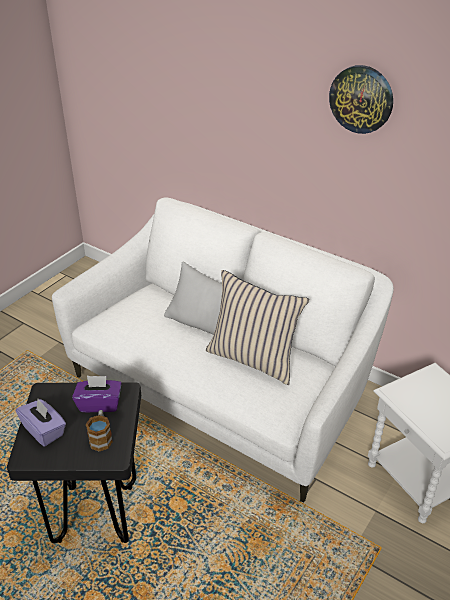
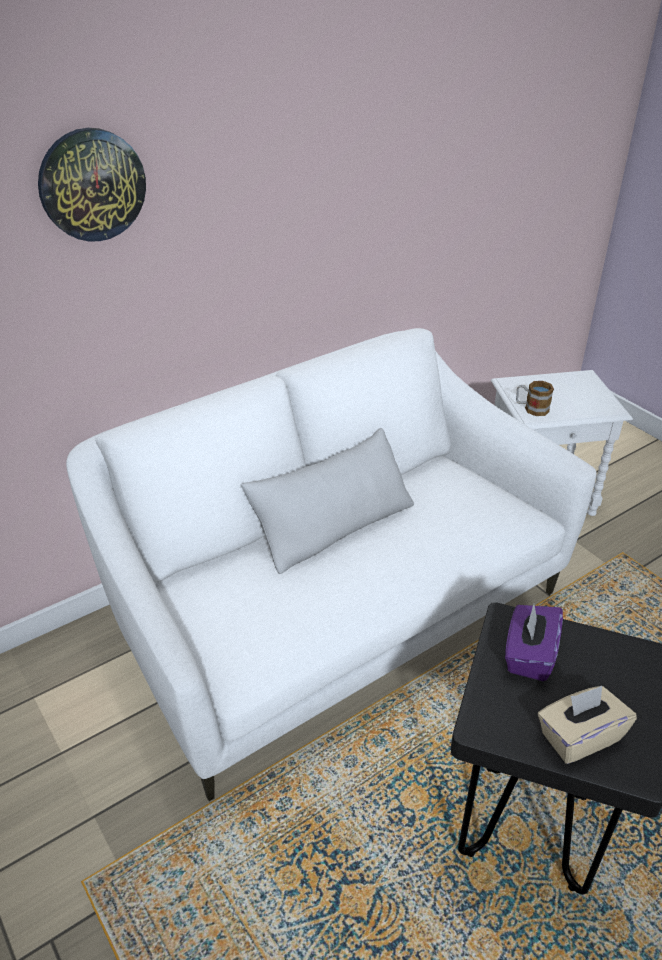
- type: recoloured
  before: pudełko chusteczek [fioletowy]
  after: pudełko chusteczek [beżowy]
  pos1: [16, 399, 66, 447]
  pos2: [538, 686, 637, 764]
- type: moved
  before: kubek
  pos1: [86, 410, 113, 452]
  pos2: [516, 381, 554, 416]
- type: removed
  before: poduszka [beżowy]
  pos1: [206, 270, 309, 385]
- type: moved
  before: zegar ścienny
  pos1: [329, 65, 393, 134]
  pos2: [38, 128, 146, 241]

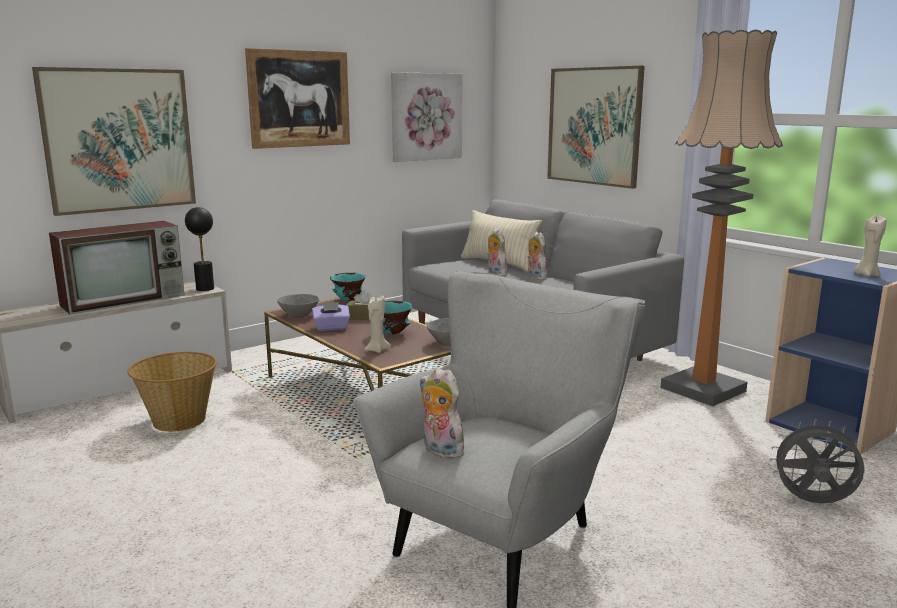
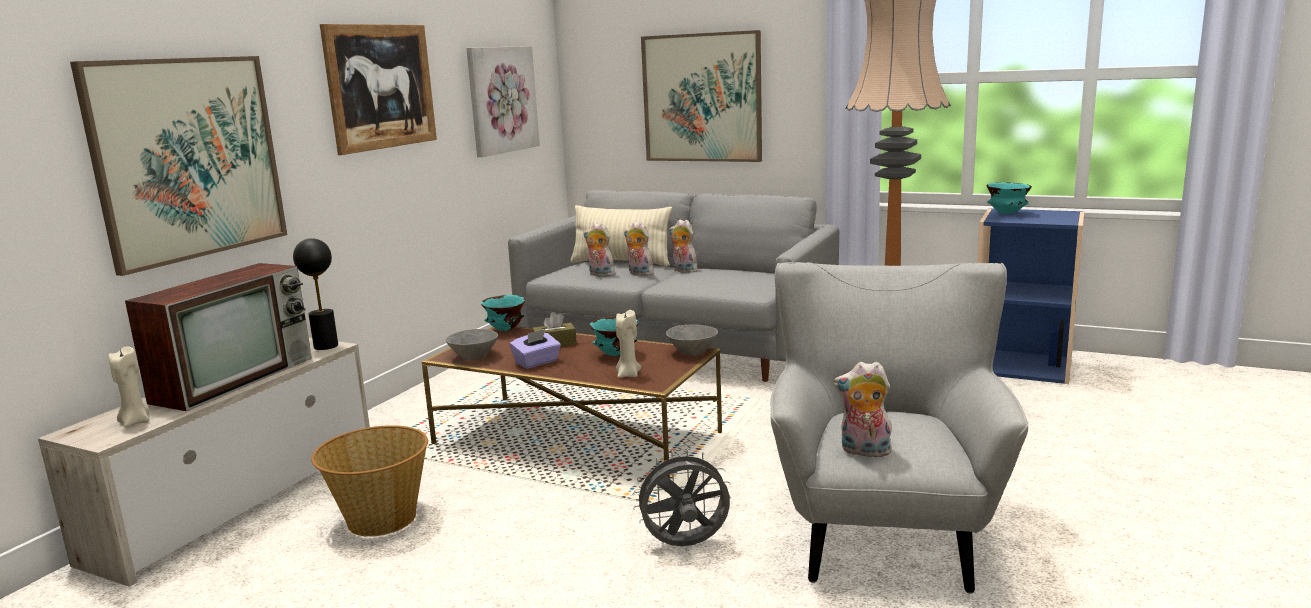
- type: moved
  before: wentylator [szary]
  pos1: [770, 419, 867, 503]
  pos2: [632, 449, 731, 546]
- type: moved
  before: świeca [beżowy]
  pos1: [854, 216, 887, 276]
  pos2: [108, 346, 150, 427]
- type: added
  after: pluszak
  pos2: [584, 223, 615, 277]
- type: added
  after: miska [turkusowy]
  pos2: [987, 182, 1032, 214]

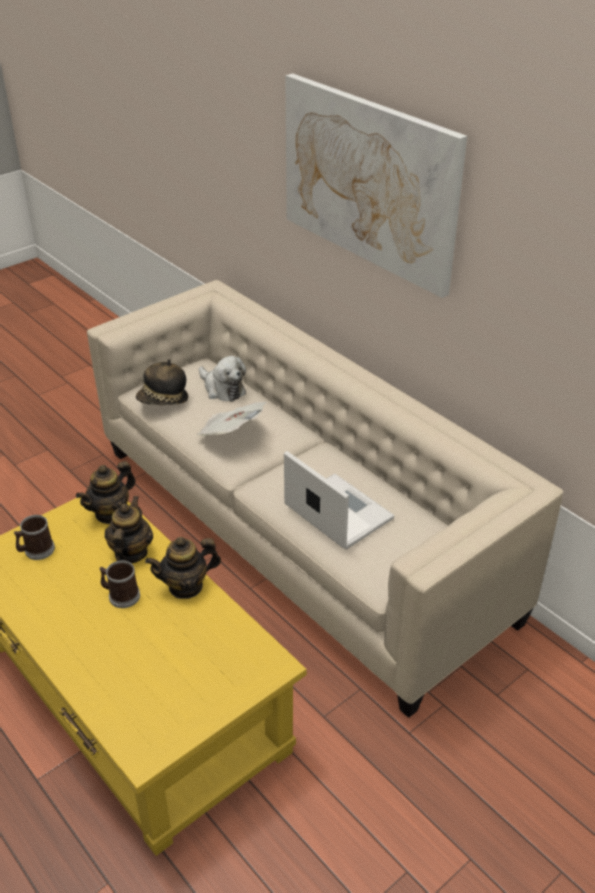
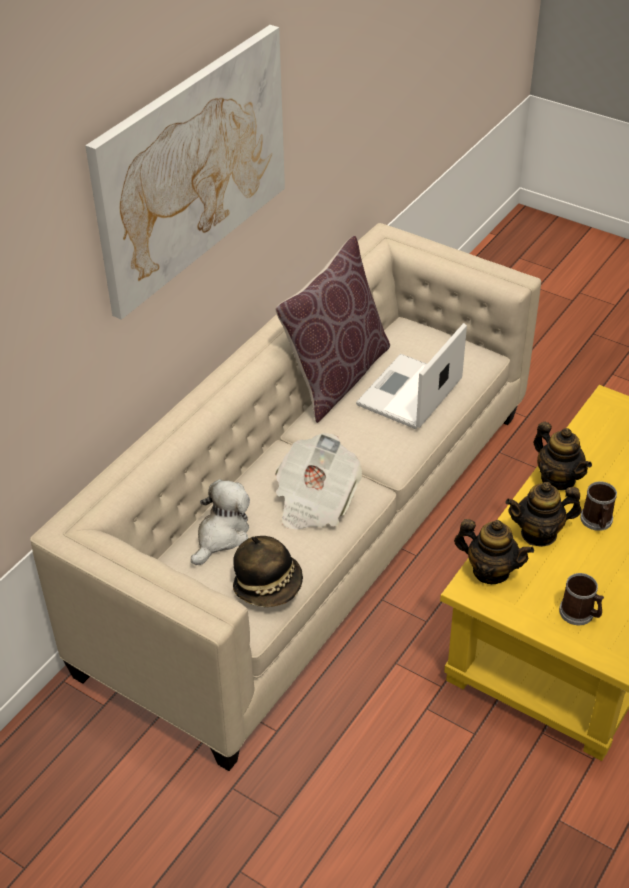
- type: added
  after: poduszka [brązowy]
  pos2: [276, 236, 390, 423]

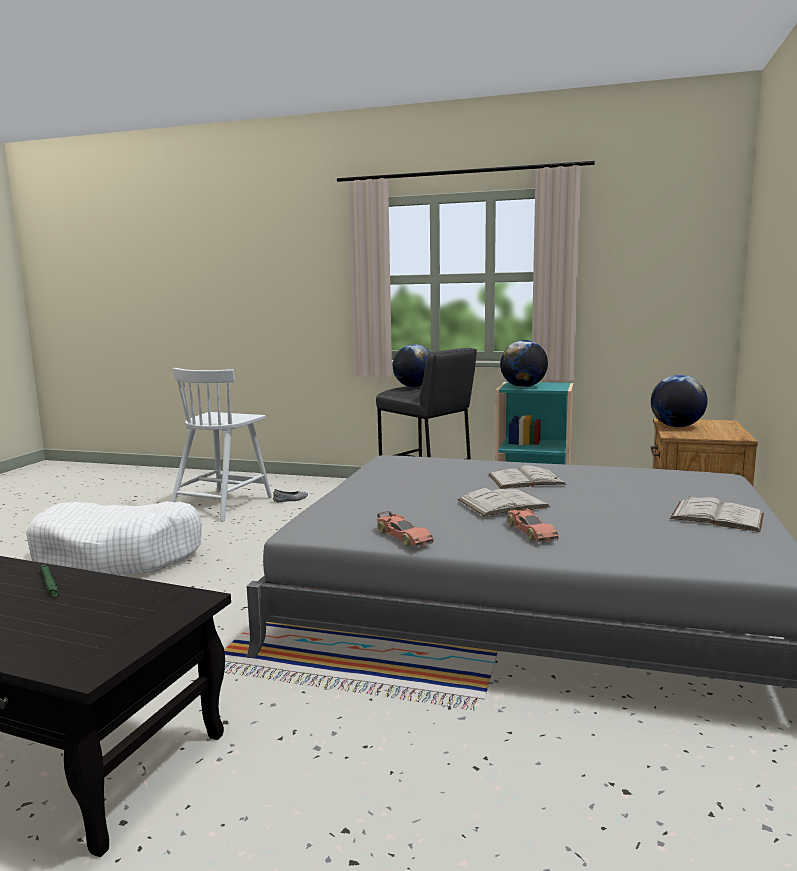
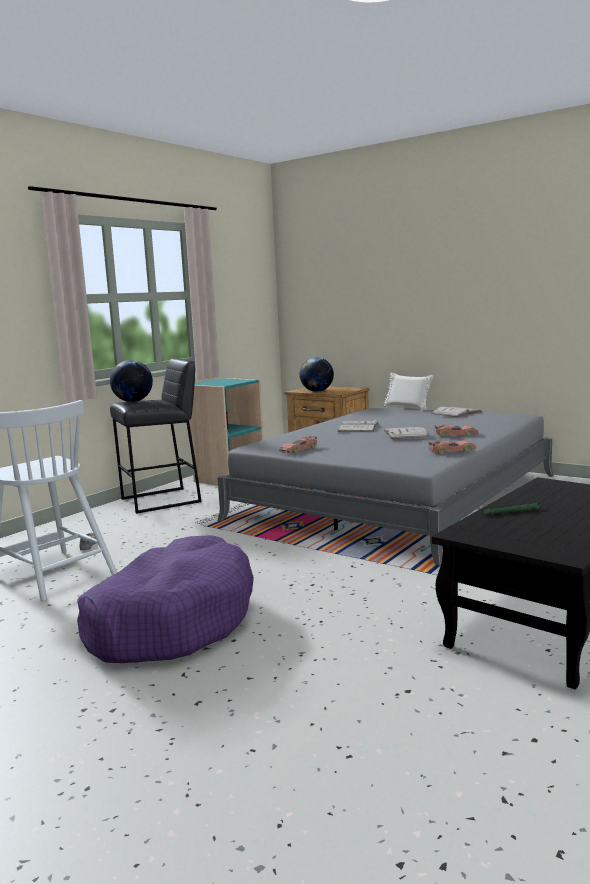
- type: recoloured
  before: legowisko [biały]
  after: legowisko [fioletowy]
  pos1: [26, 501, 202, 575]
  pos2: [77, 535, 254, 663]
- type: removed
  before: globus
  pos1: [500, 340, 548, 387]
- type: added
  after: samochodzik
  pos2: [280, 436, 317, 453]
- type: added
  after: poduszka [biały]
  pos2: [383, 373, 434, 411]

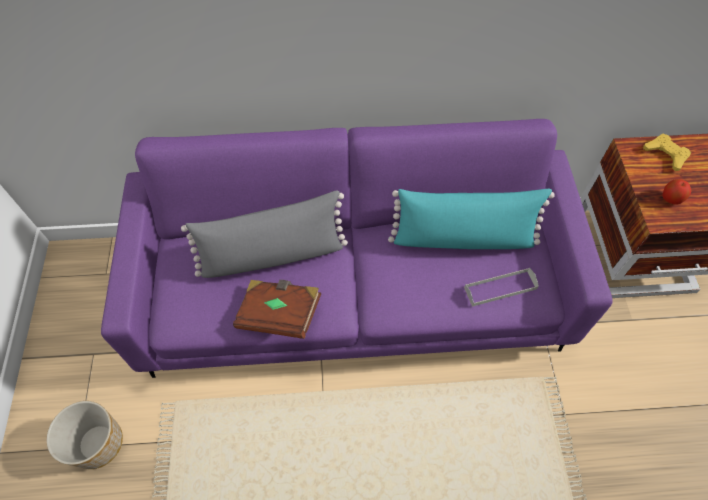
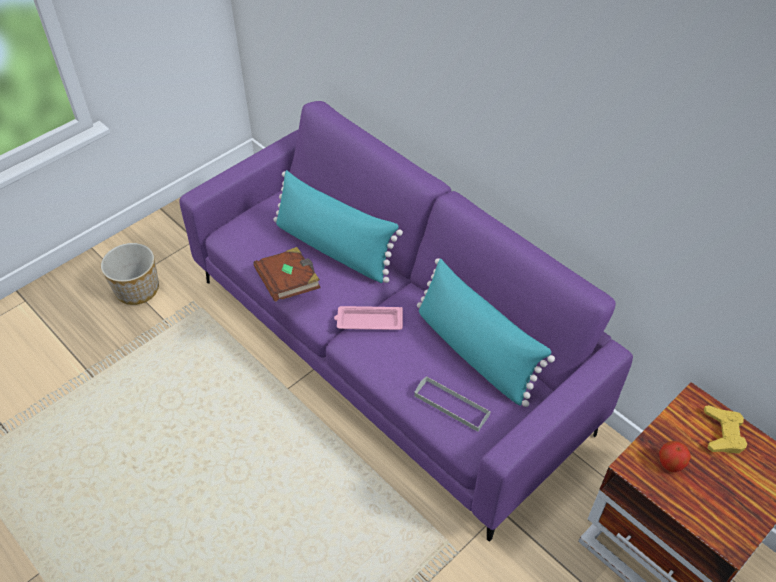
- type: recoloured
  before: poduszka [szary]
  after: poduszka [turkusowy]
  pos1: [181, 190, 348, 278]
  pos2: [274, 170, 403, 283]
- type: added
  after: taca [różowy]
  pos2: [334, 306, 403, 330]

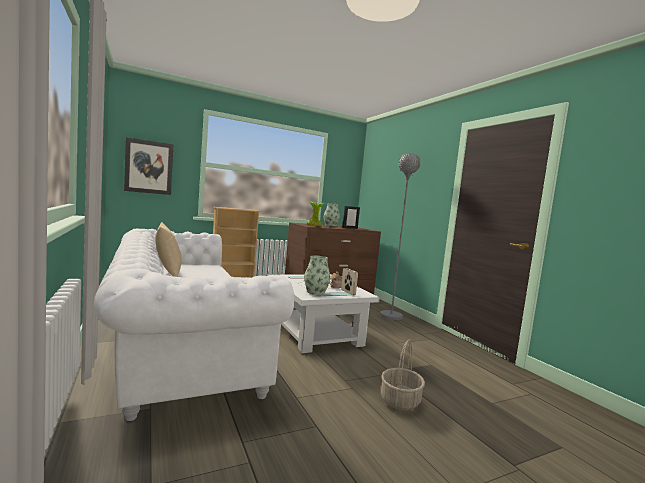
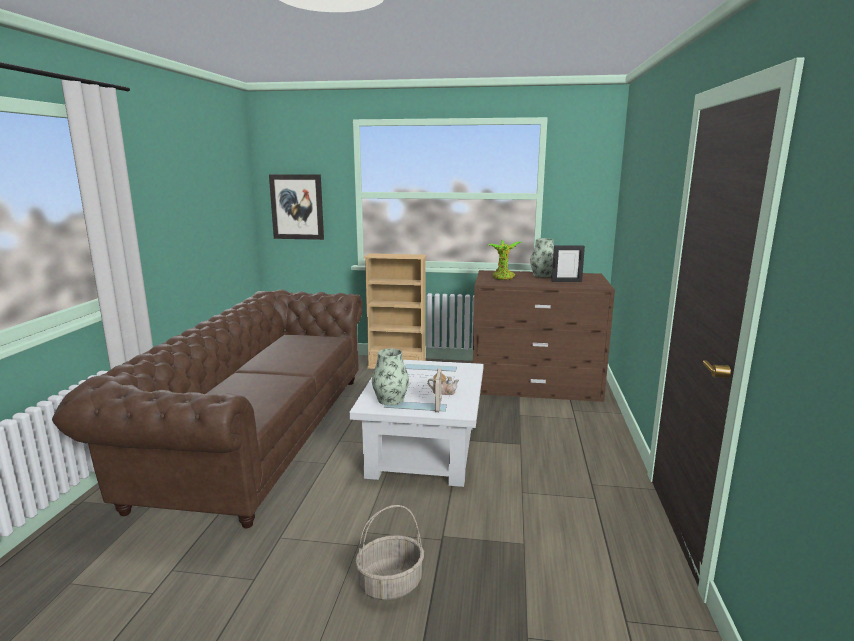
- type: recoloured
  before: kanapa [biały]
  after: kanapa [brązowy]
  pos1: [94, 229, 294, 421]
  pos2: [52, 290, 363, 528]
- type: removed
  before: poduszka [beżowy]
  pos1: [155, 222, 182, 277]
- type: removed
  before: lampa stojąca [szary]
  pos1: [380, 153, 420, 320]

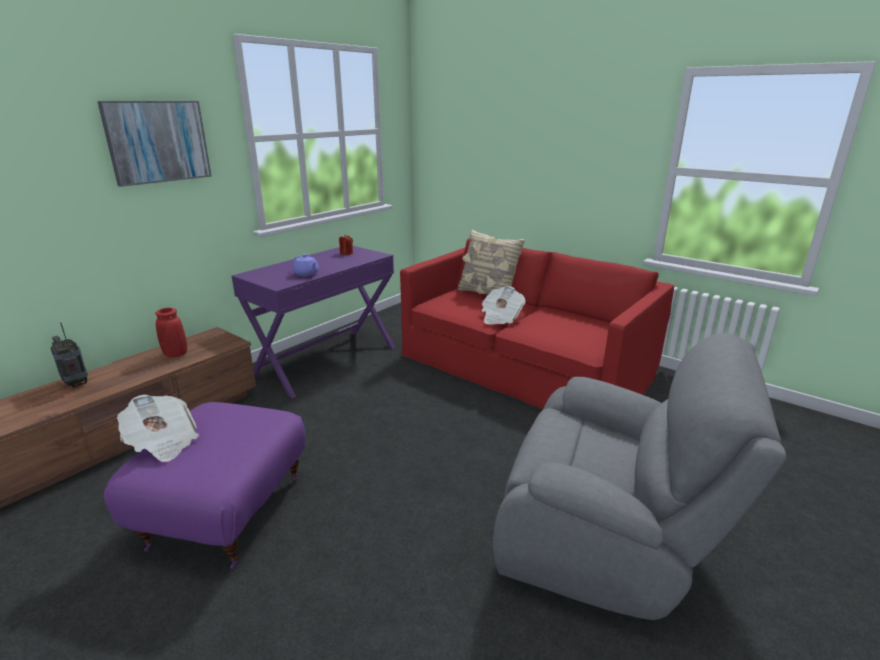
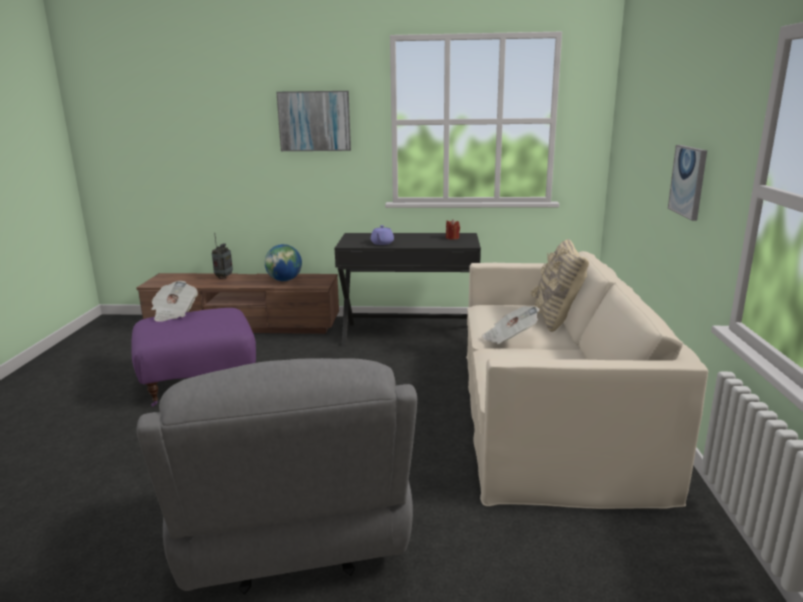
- type: replaced
  before: wazon [czerwony]
  after: globus
  pos1: [155, 308, 187, 357]
  pos2: [265, 244, 302, 281]
- type: recoloured
  before: biurko [fioletowy]
  after: biurko [czarny]
  pos1: [231, 246, 395, 398]
  pos2: [334, 233, 481, 347]
- type: recoloured
  before: kanapa [czerwony]
  after: kanapa [beżowy]
  pos1: [400, 238, 674, 409]
  pos2: [466, 251, 708, 509]
- type: added
  after: obraz
  pos2: [668, 145, 707, 221]

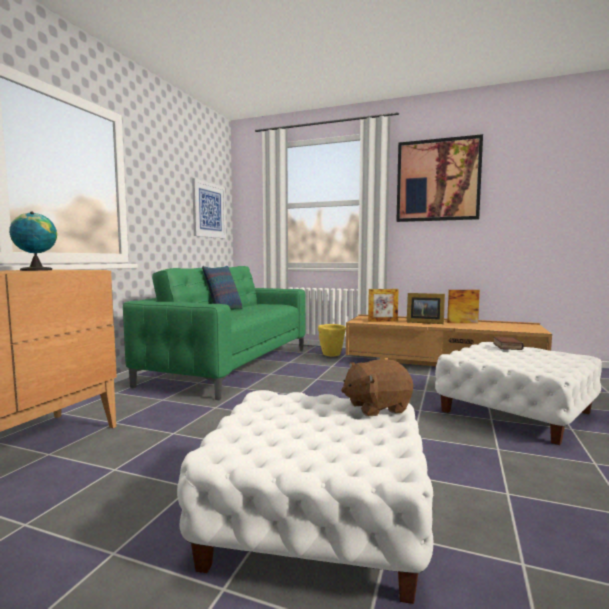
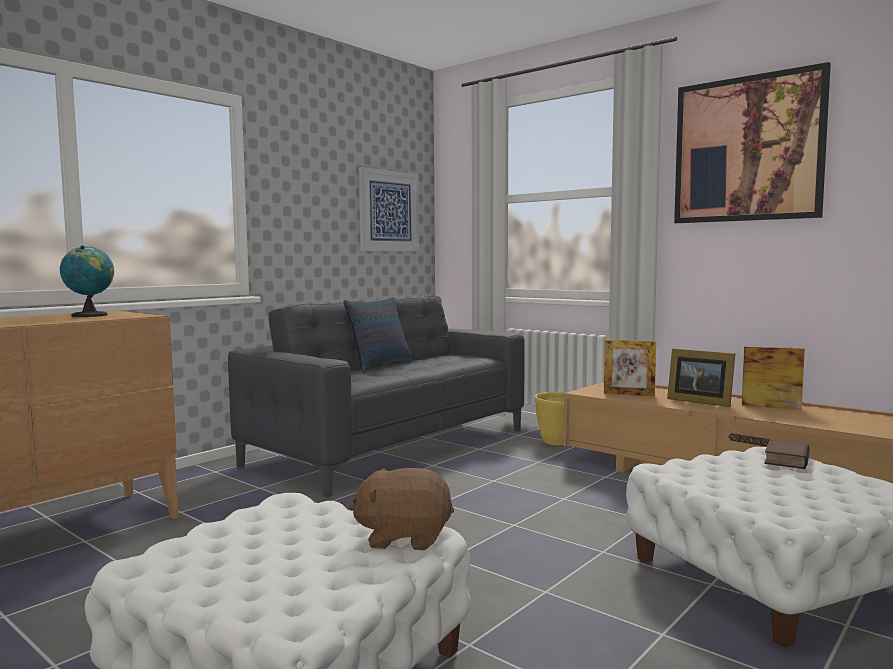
- type: recoloured
  before: kanapa [zielony]
  after: kanapa [szary]
  pos1: [123, 266, 306, 400]
  pos2: [228, 296, 525, 497]

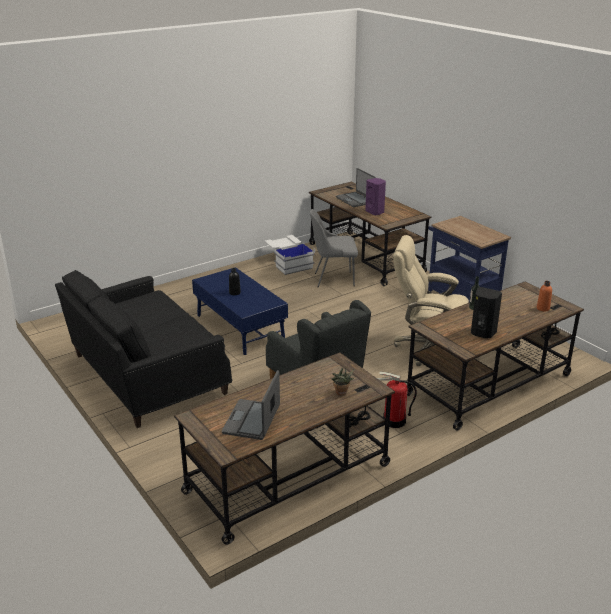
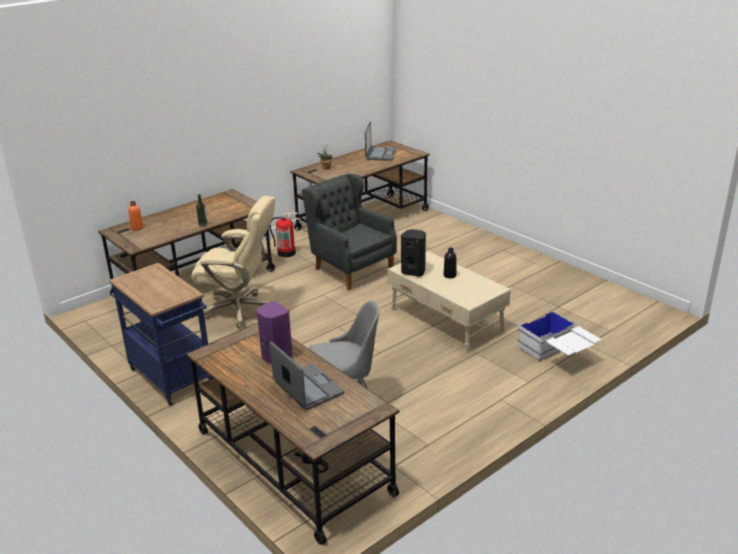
- type: removed
  before: kanapa [czarny]
  pos1: [55, 270, 232, 428]
- type: recoloured
  before: ława [niebieski]
  after: ława [beżowy]
  pos1: [192, 267, 288, 355]
  pos2: [387, 251, 511, 351]
- type: moved
  before: pojemnik do przechowywania [biały]
  pos1: [265, 235, 315, 275]
  pos2: [517, 310, 601, 361]
- type: moved
  before: głośnik [czarny]
  pos1: [471, 287, 502, 338]
  pos2: [401, 229, 426, 277]

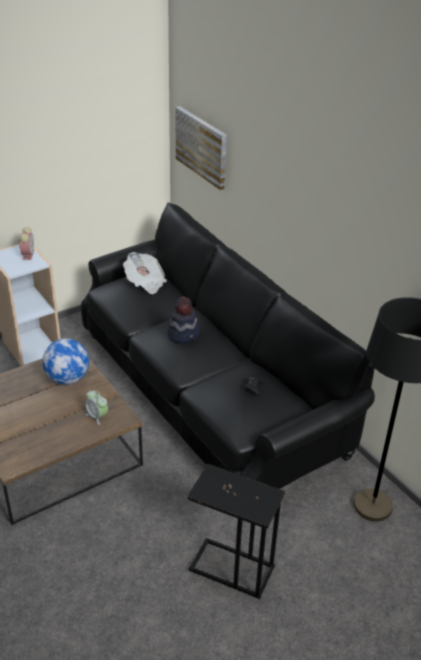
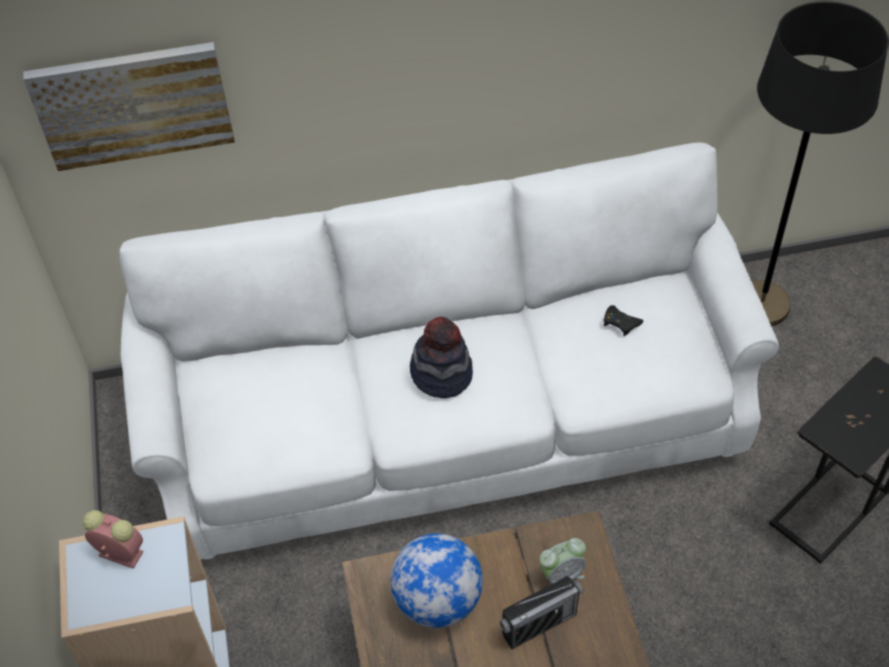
- type: recoloured
  before: kanapa [czarny]
  after: kanapa [biały]
  pos1: [81, 203, 375, 489]
  pos2: [119, 142, 779, 560]
- type: removed
  before: gazeta
  pos1: [123, 252, 167, 294]
- type: added
  after: radio
  pos2: [500, 576, 583, 650]

